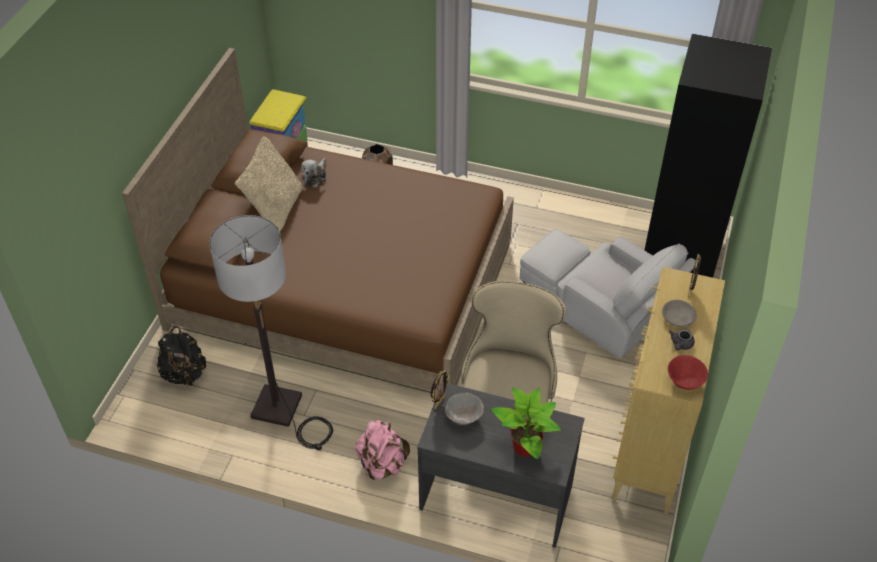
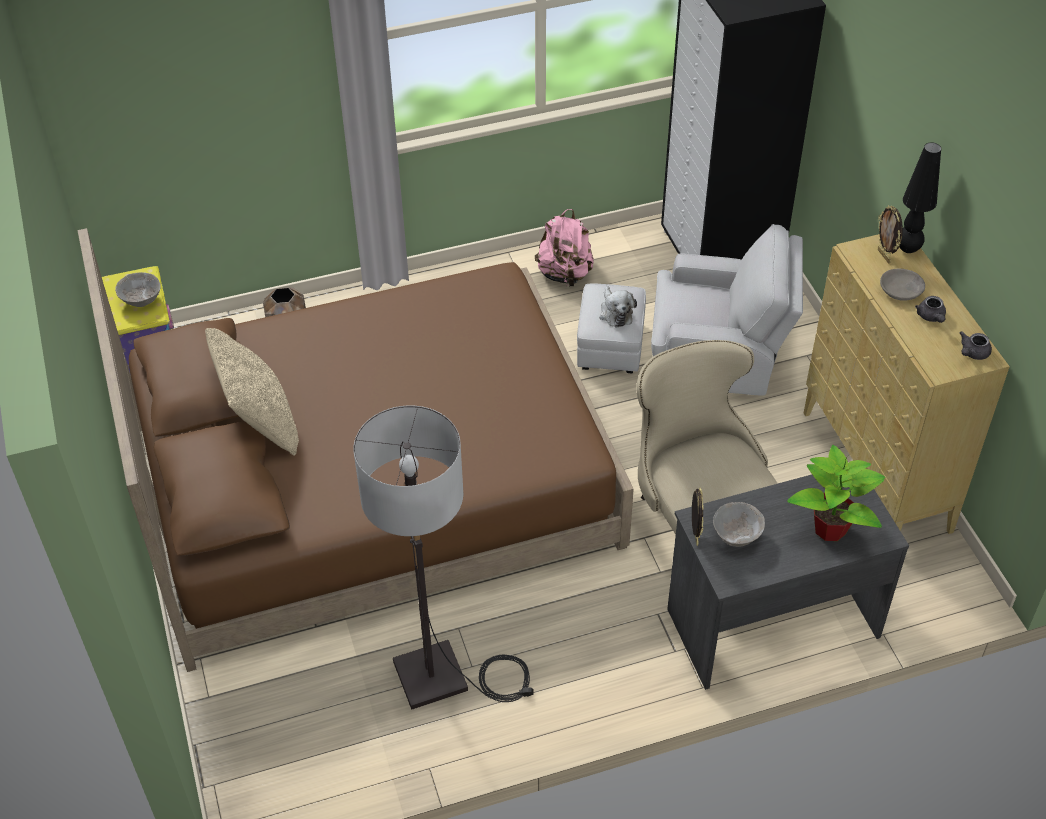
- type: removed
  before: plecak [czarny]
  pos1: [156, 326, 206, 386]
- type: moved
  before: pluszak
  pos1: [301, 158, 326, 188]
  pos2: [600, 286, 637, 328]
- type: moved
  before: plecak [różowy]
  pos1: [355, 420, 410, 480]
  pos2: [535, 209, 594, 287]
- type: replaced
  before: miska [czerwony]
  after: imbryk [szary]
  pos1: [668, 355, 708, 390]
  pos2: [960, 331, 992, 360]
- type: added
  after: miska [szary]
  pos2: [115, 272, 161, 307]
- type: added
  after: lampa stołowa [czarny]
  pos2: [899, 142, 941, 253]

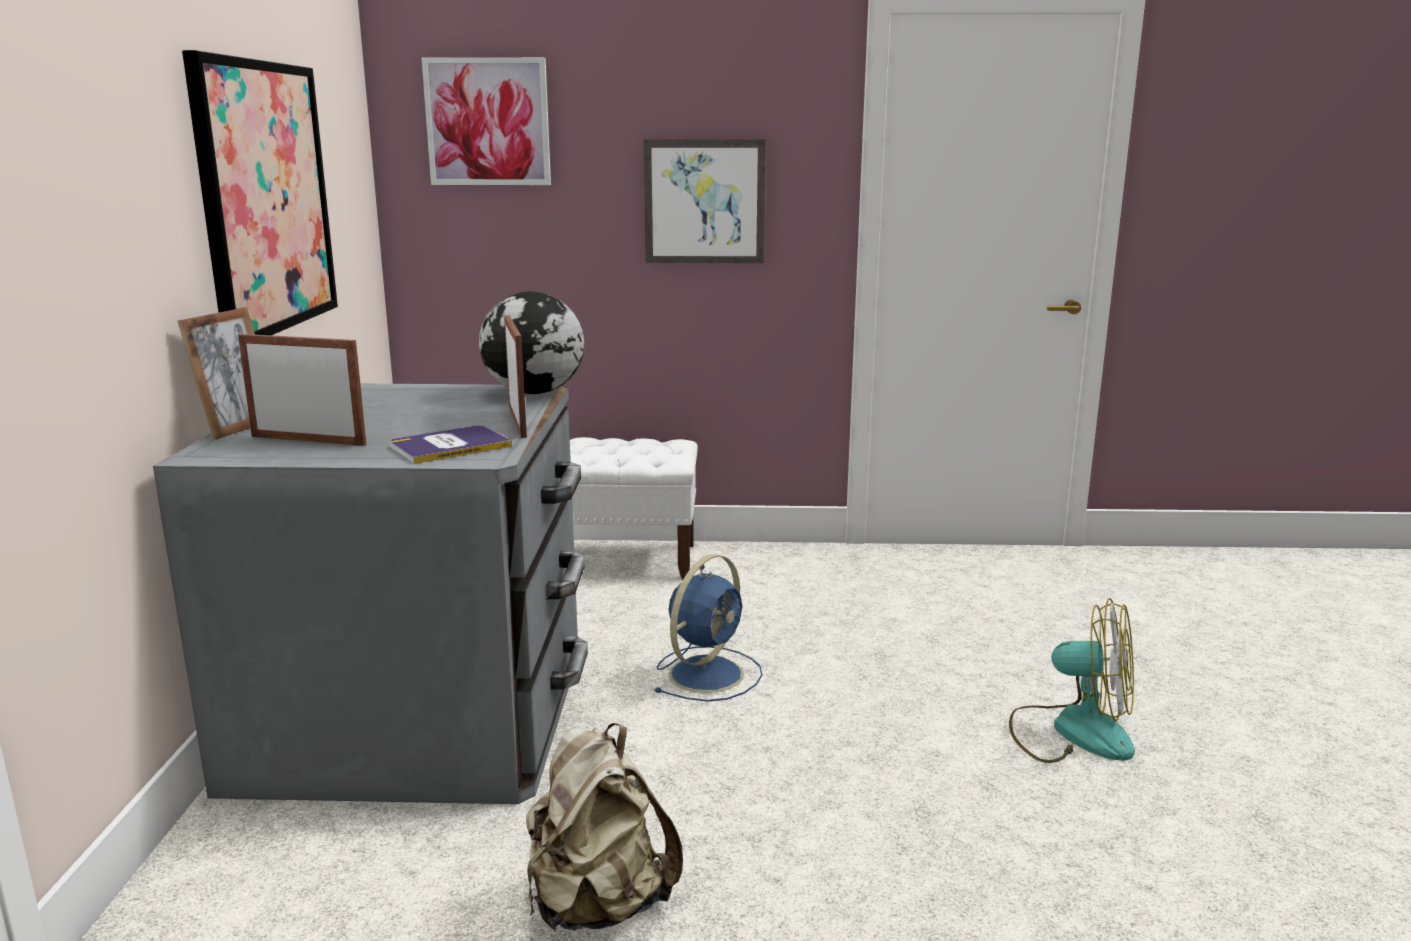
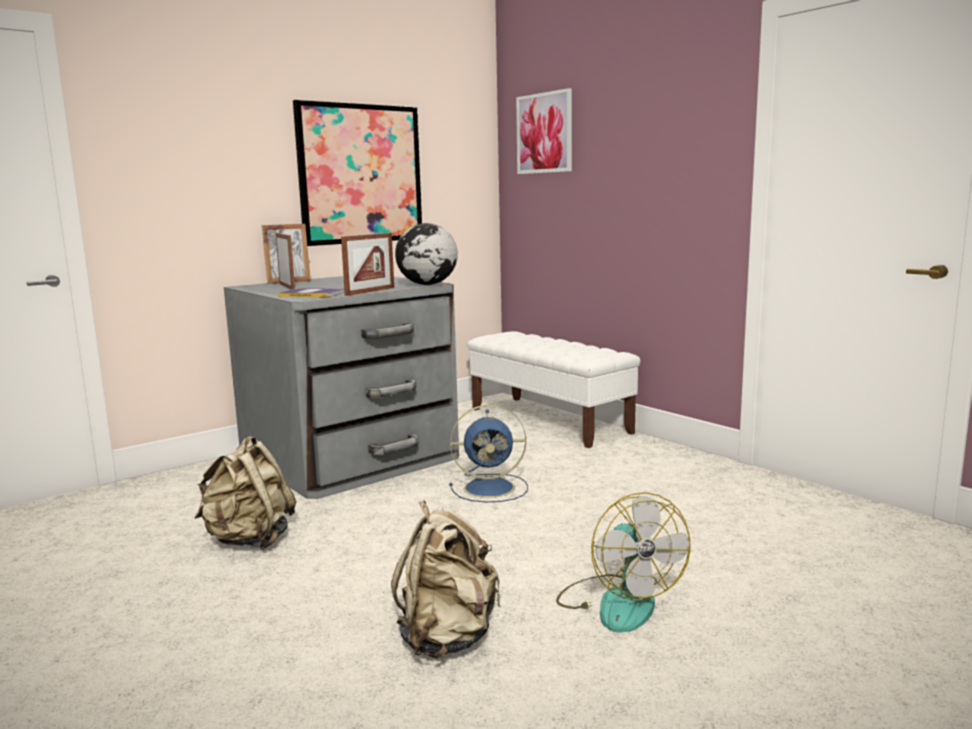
- type: removed
  before: obraz
  pos1: [644, 139, 766, 263]
- type: added
  after: plecak [beżowy]
  pos2: [391, 500, 501, 658]

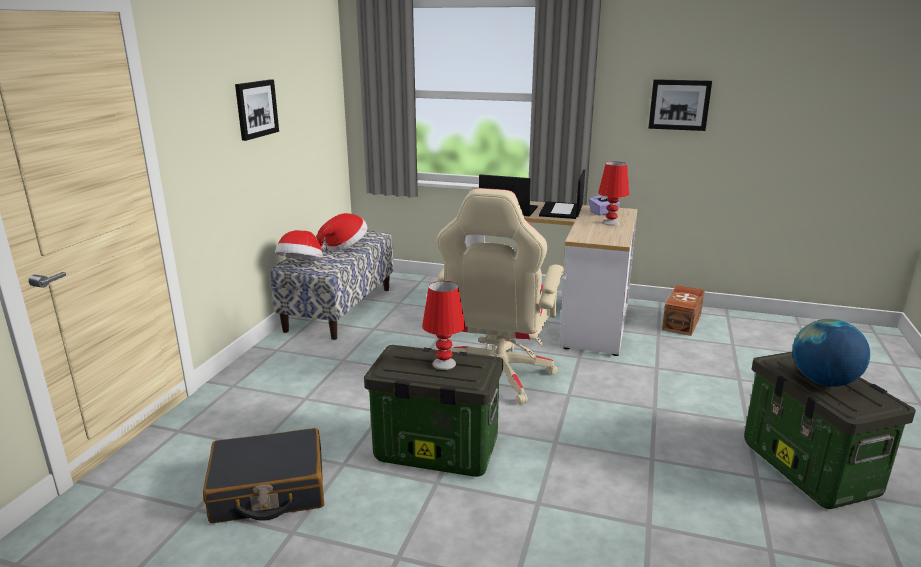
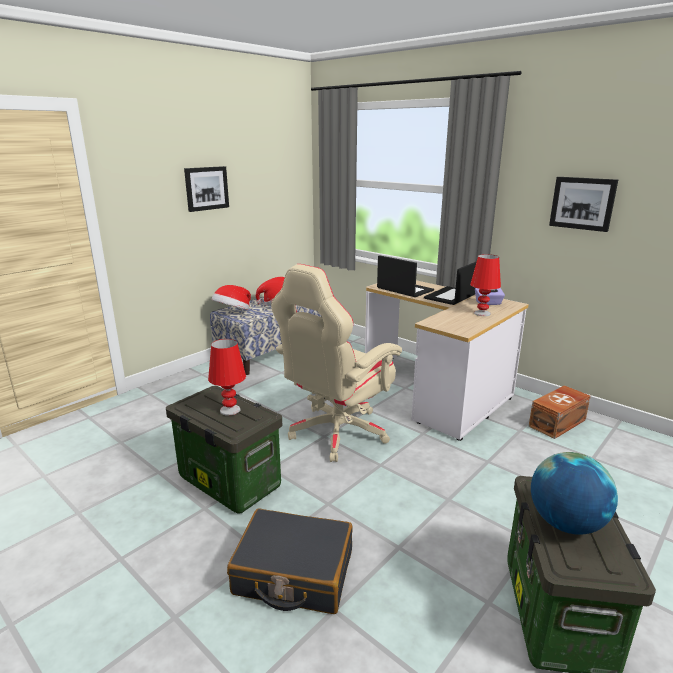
- type: moved
  before: walizka [czarny]
  pos1: [203, 428, 324, 523]
  pos2: [227, 508, 353, 614]

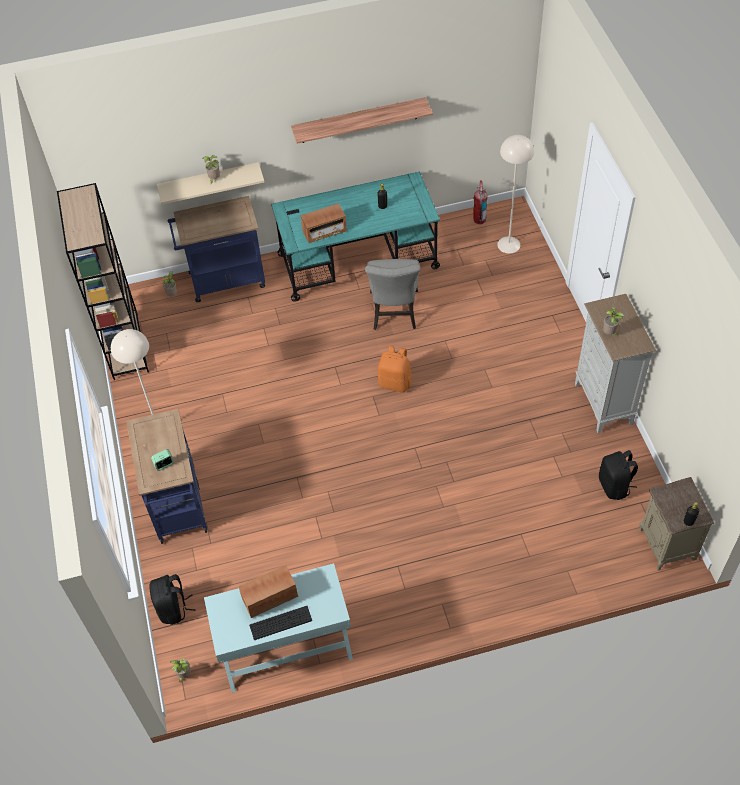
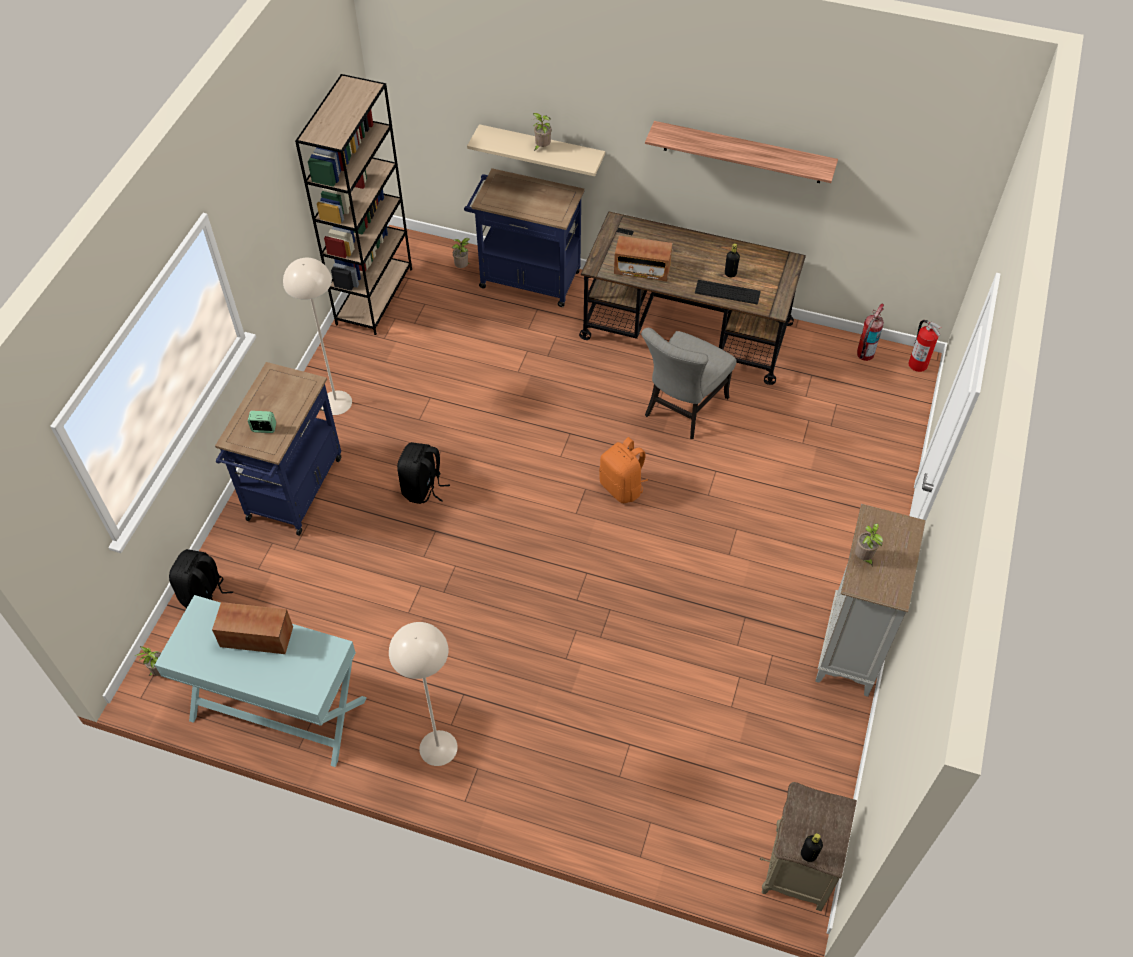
- type: moved
  before: klawiatura
  pos1: [249, 606, 312, 640]
  pos2: [695, 280, 761, 305]
- type: recoloured
  before: biurko [turkusowy]
  after: biurko [brązowy]
  pos1: [271, 171, 440, 302]
  pos2: [579, 211, 806, 385]
- type: moved
  before: lampa stojąca [beżowy]
  pos1: [497, 135, 534, 253]
  pos2: [389, 622, 458, 766]
- type: moved
  before: plecak [czarny]
  pos1: [599, 450, 638, 500]
  pos2: [397, 442, 450, 504]
- type: added
  after: gaśnica
  pos2: [909, 320, 941, 372]

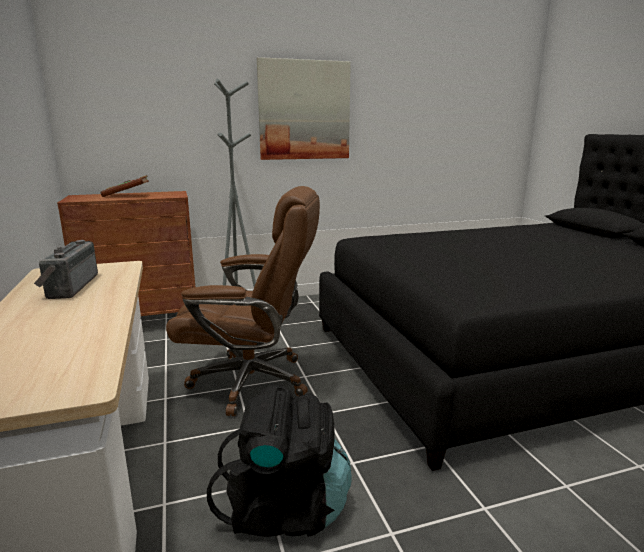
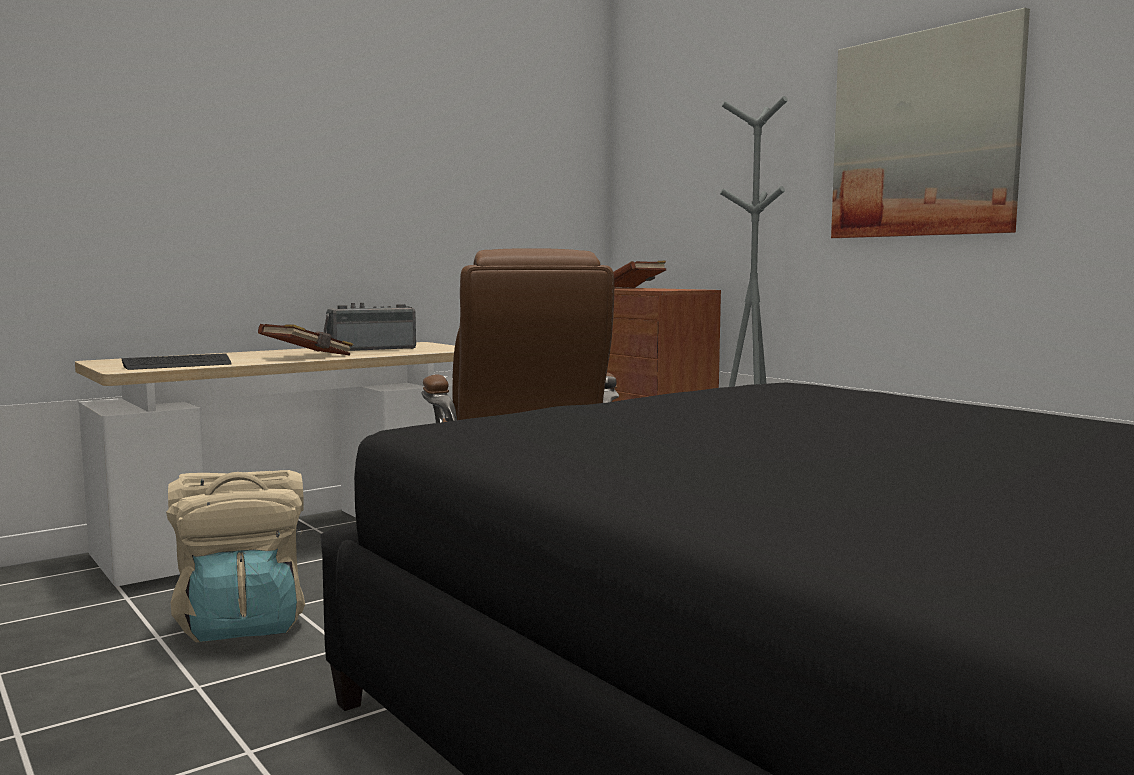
- type: recoloured
  before: plecak [czarny]
  after: plecak [beżowy]
  pos1: [207, 385, 352, 537]
  pos2: [166, 470, 305, 643]
- type: added
  after: klawiatura
  pos2: [121, 353, 232, 370]
- type: added
  after: książka [brązowy]
  pos2: [258, 324, 353, 356]

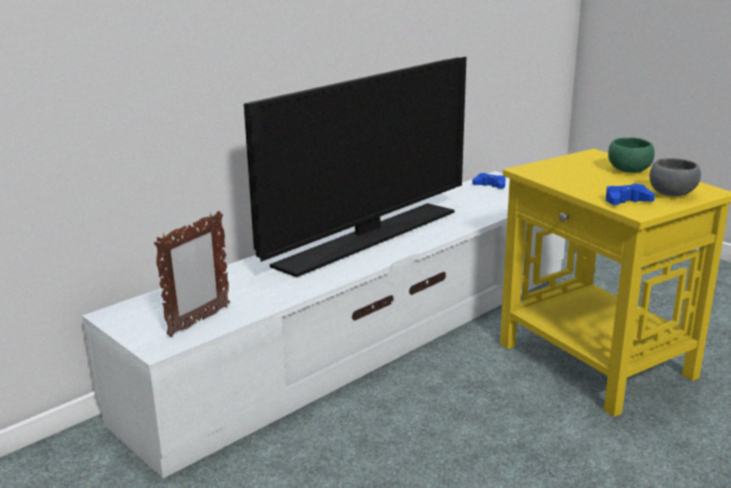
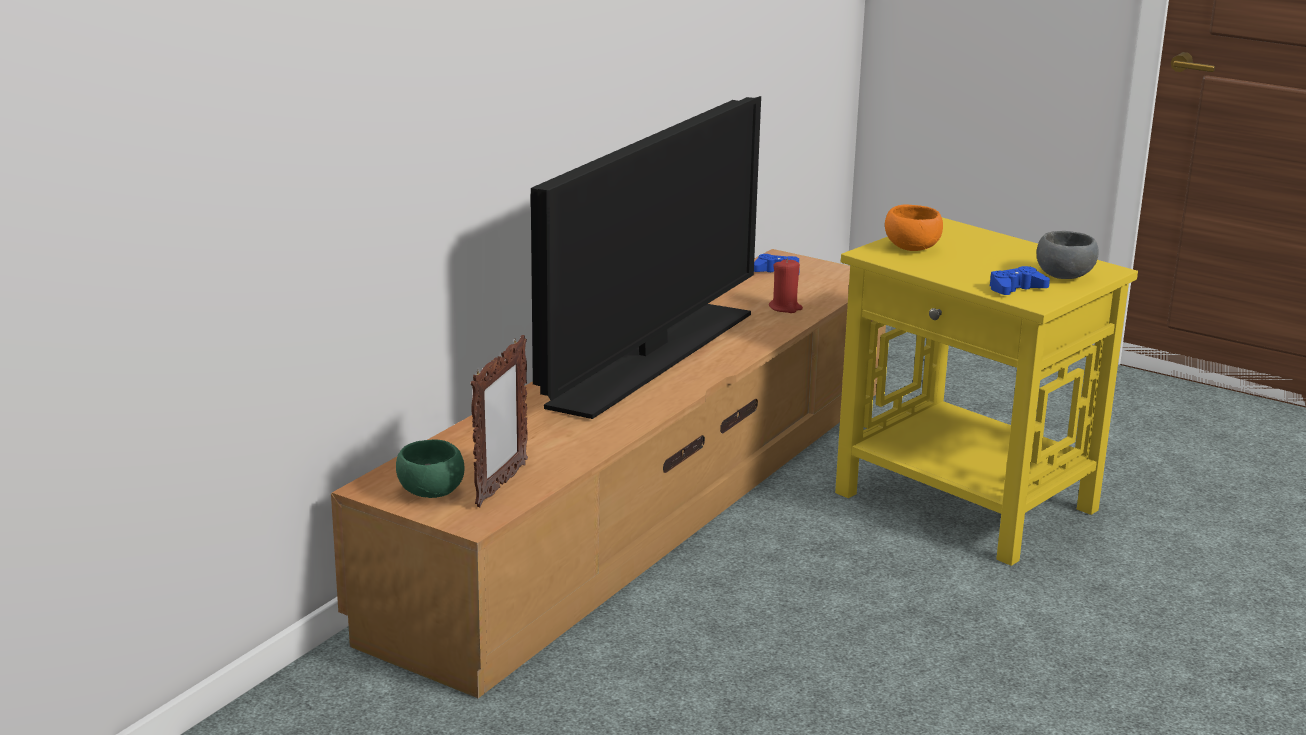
- type: recoloured
  before: szafka pod telewizor [biały]
  after: szafka pod telewizor [brązowy]
  pos1: [82, 171, 565, 478]
  pos2: [331, 249, 886, 698]
- type: moved
  before: miska [zielony]
  pos1: [608, 138, 655, 173]
  pos2: [396, 440, 464, 498]
- type: added
  after: świeca [czerwony]
  pos2: [769, 258, 803, 313]
- type: added
  after: miska [pomarańczowy]
  pos2: [885, 205, 943, 251]

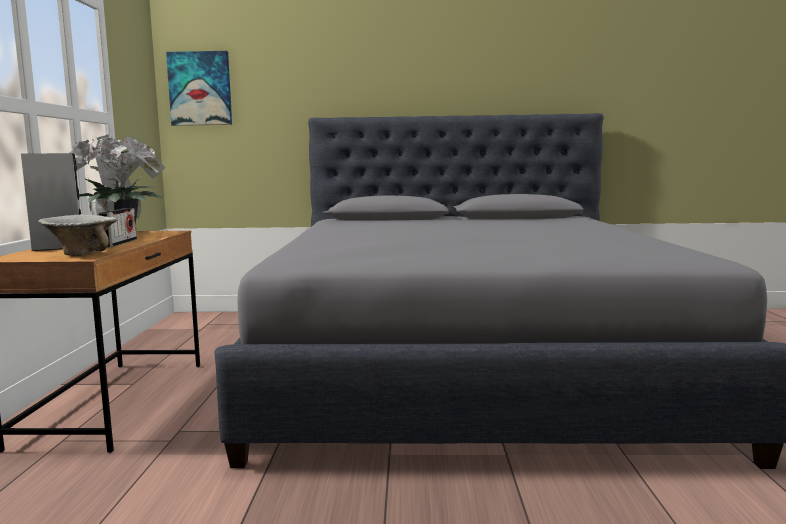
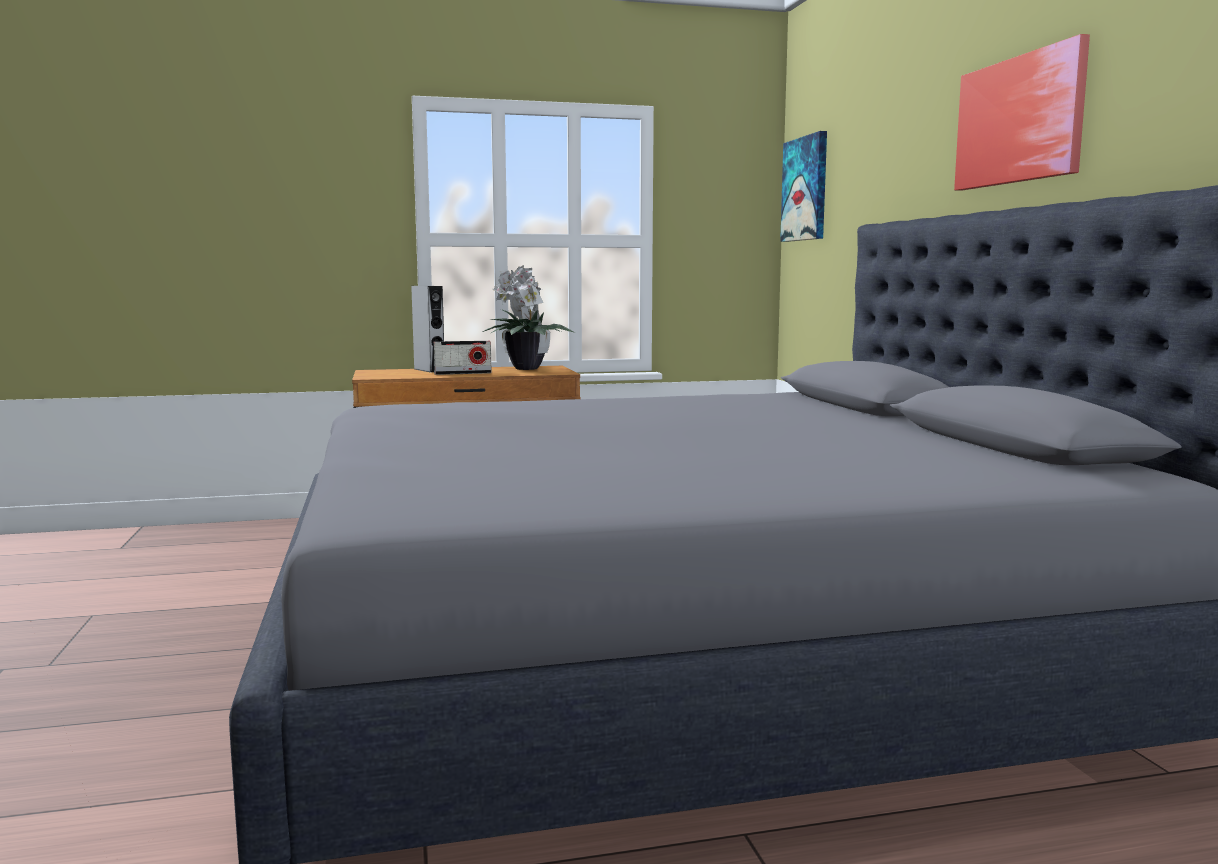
- type: removed
  before: miska
  pos1: [38, 214, 117, 256]
- type: added
  after: obraz
  pos2: [954, 34, 1090, 191]

